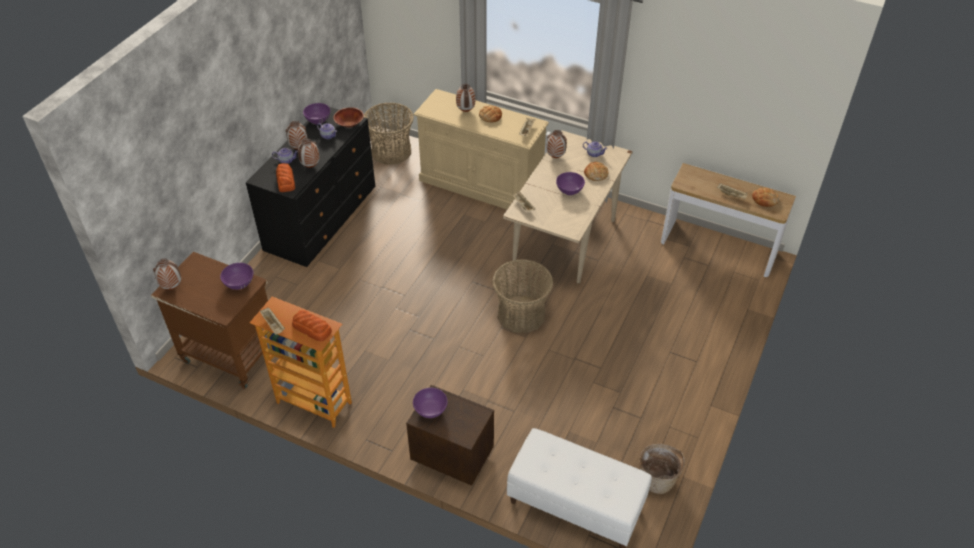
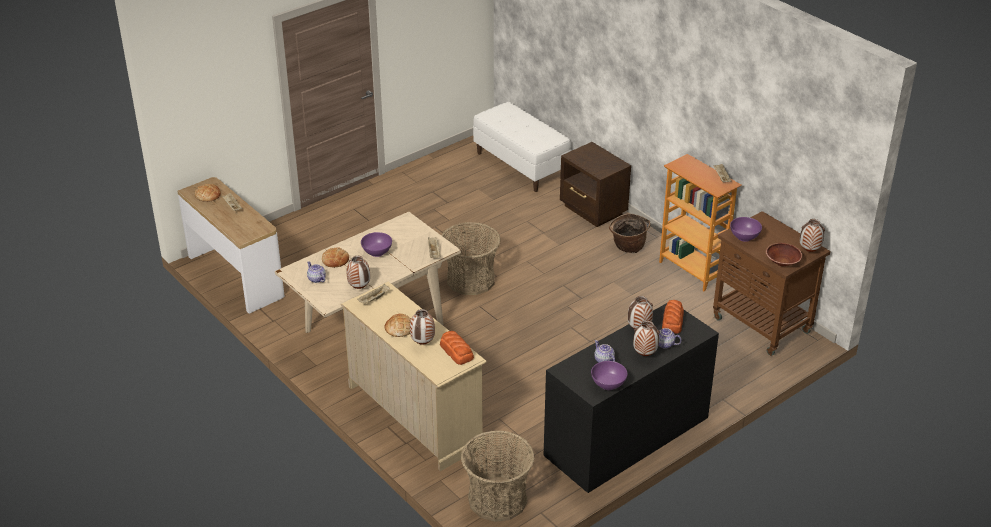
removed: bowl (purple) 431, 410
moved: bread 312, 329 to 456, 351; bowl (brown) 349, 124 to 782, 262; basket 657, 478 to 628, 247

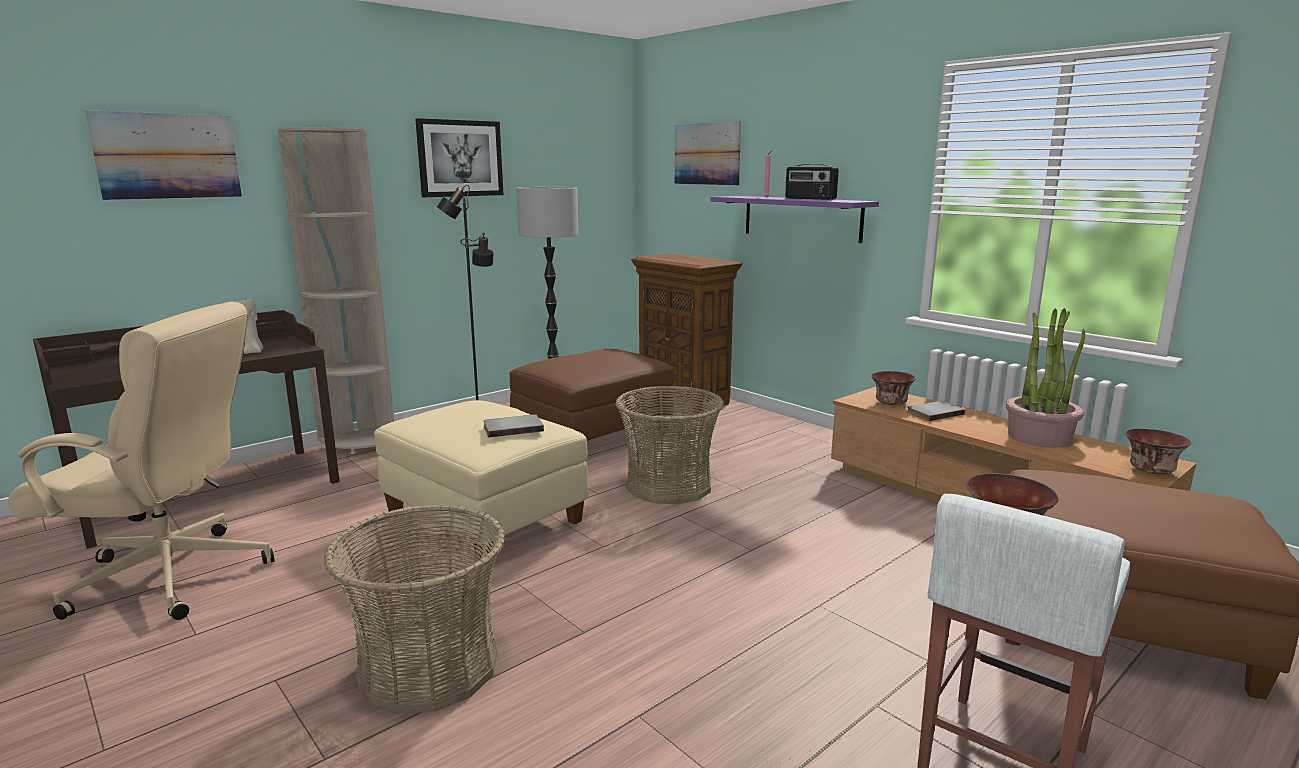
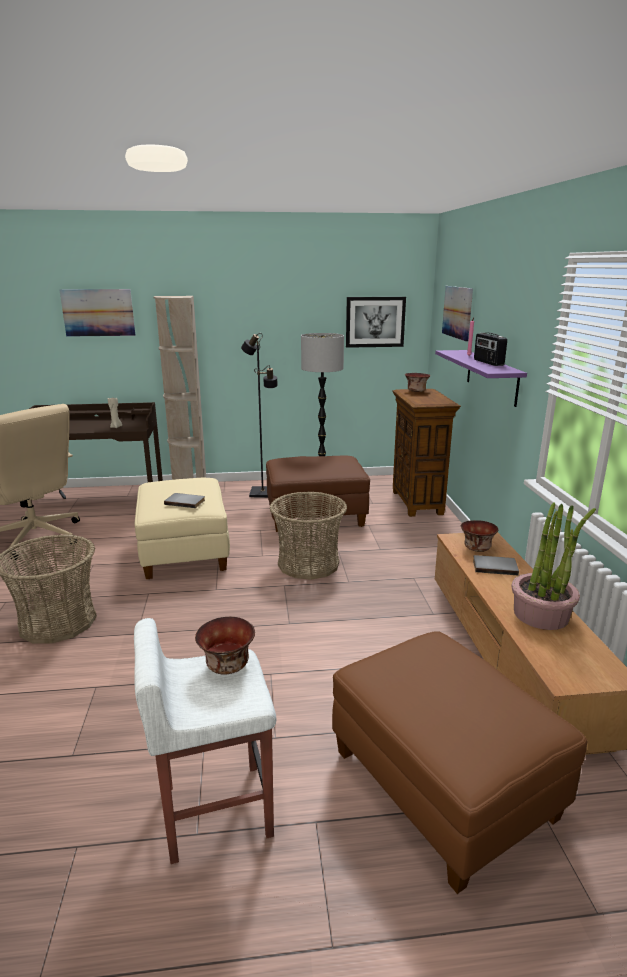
moved: picture 460, 158 to 375, 322; bowl 1151, 471 to 416, 391

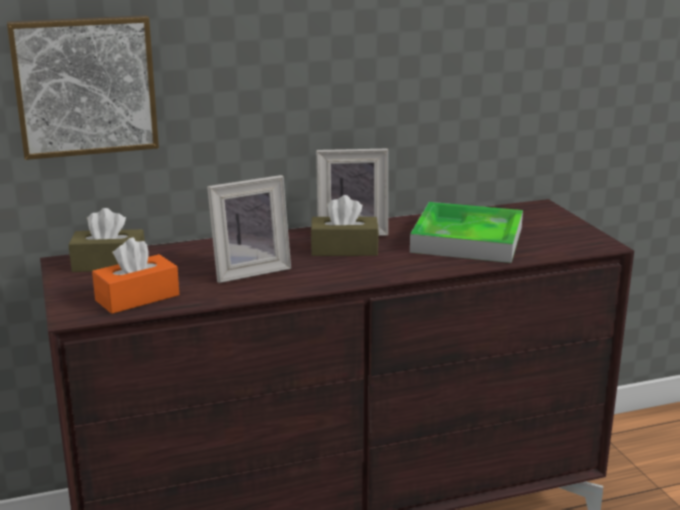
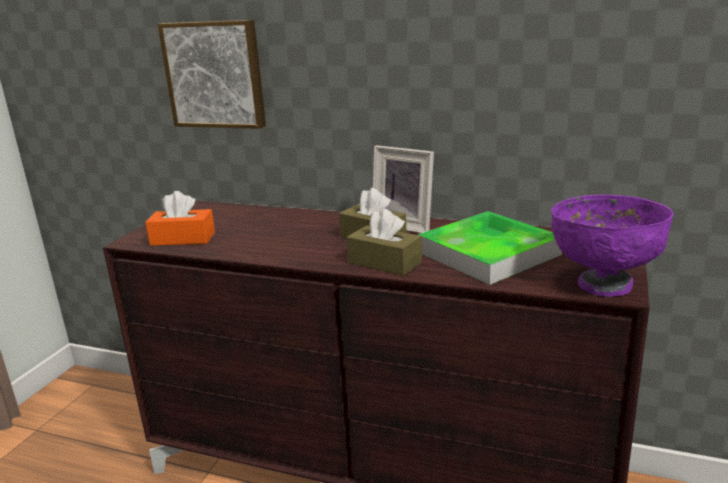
removed: picture frame 249, 270
added: bowl (purple) 604, 284
moved: tissue box (brown) 109, 264 to 385, 263

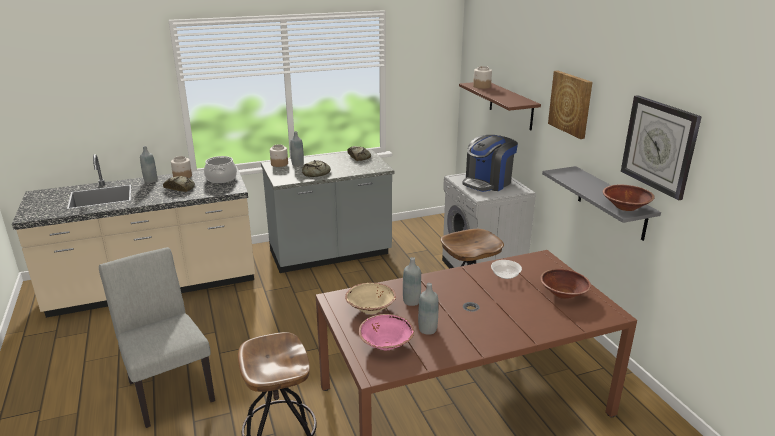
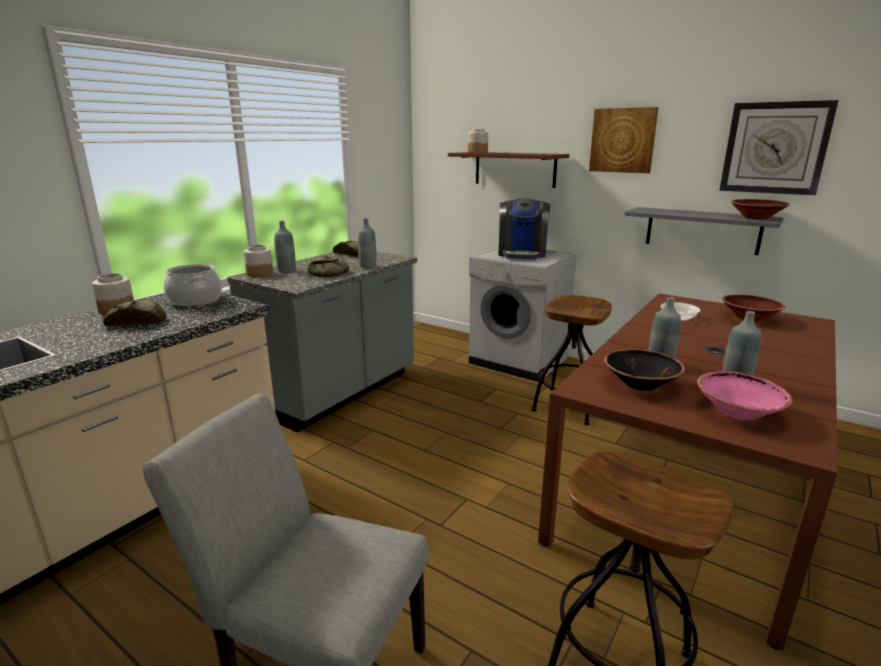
moved: bottle (grey) 150, 180 to 368, 266
recoloured: bowl (beige) 370, 308 to bowl (black) 640, 384

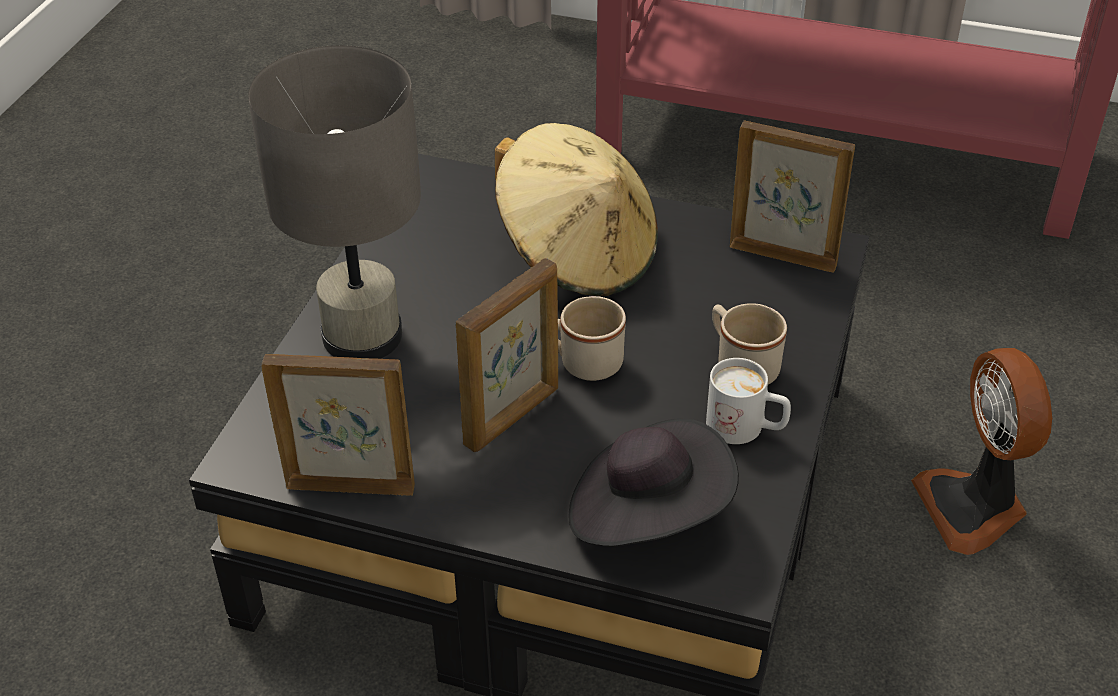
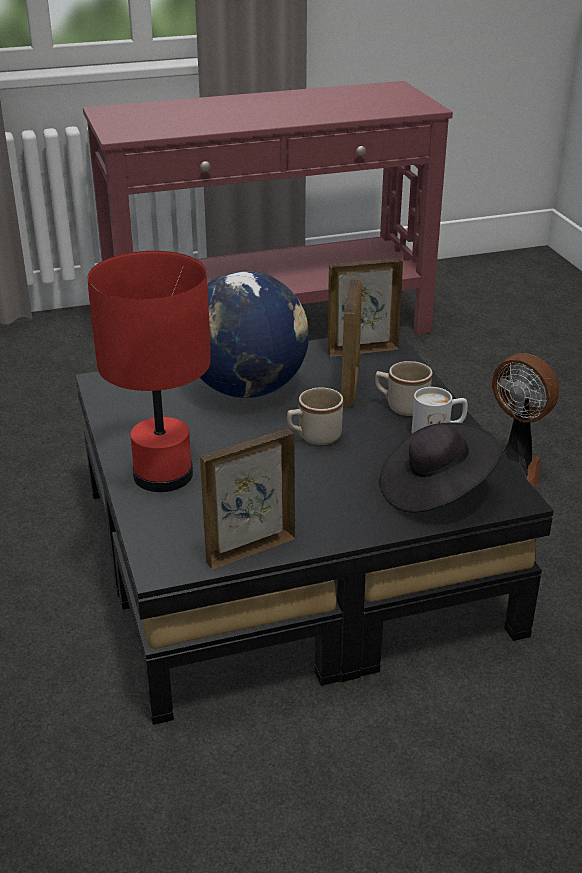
moved: picture frame 513, 417 to 350, 388
replaced: hat (beige) 577, 254 to globe 247, 389
recoloured: table lamp (grey) 364, 335 to table lamp (red) 163, 474

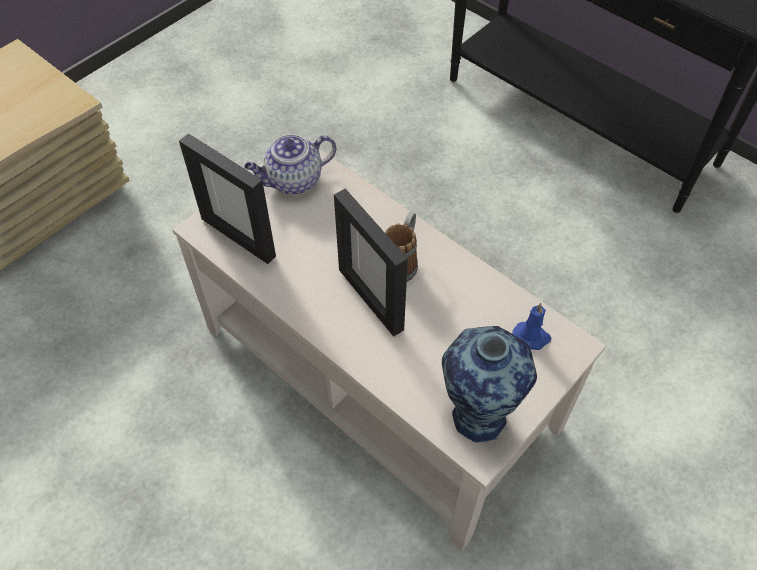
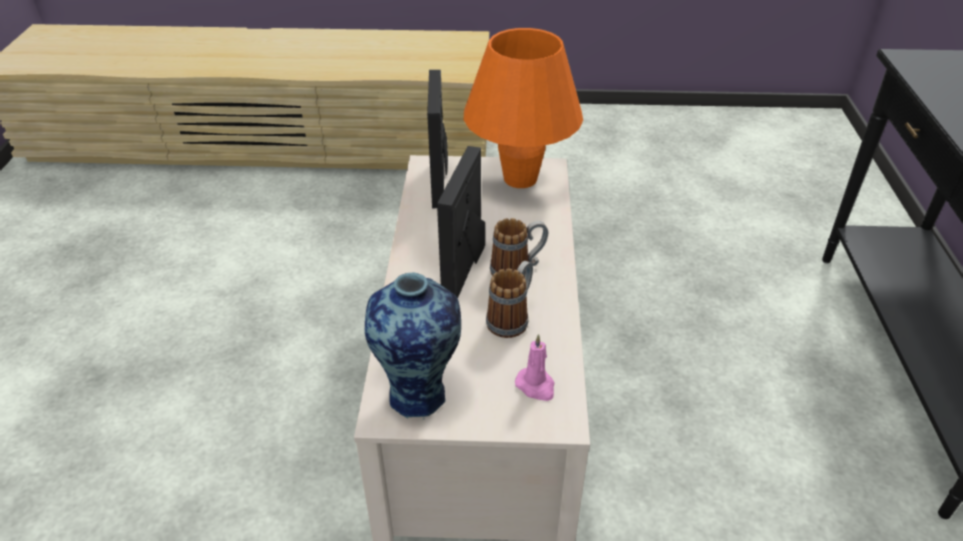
added: mug 512, 318
replaced: teapot 293, 181 to table lamp (orange) 520, 178
recoloured: candle (blue) 531, 337 to candle (pink) 536, 386

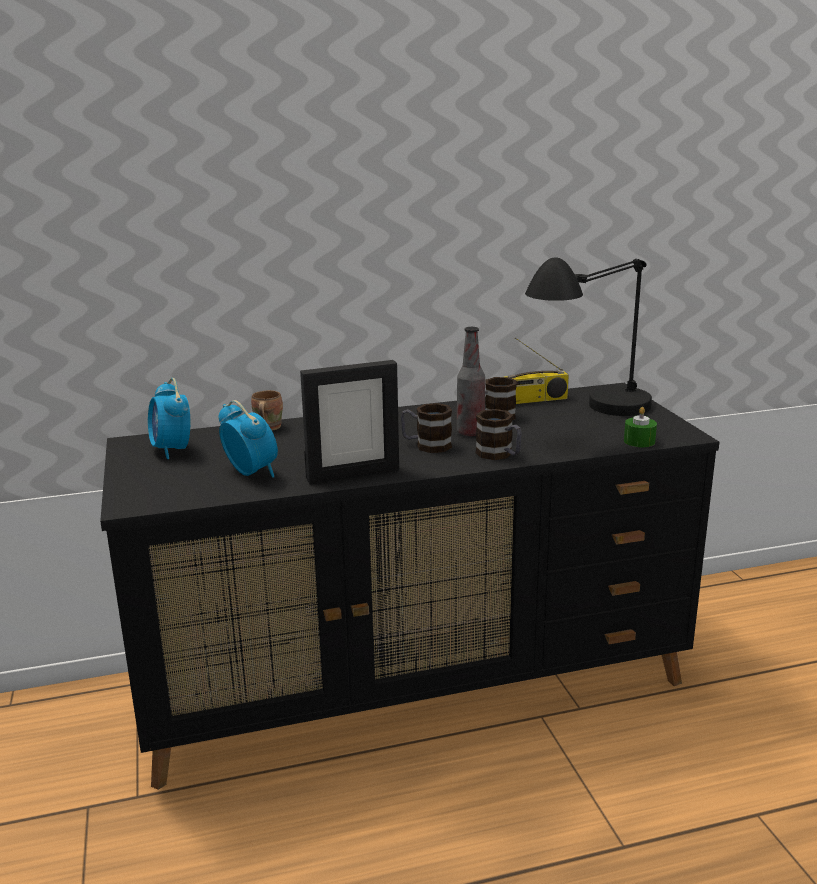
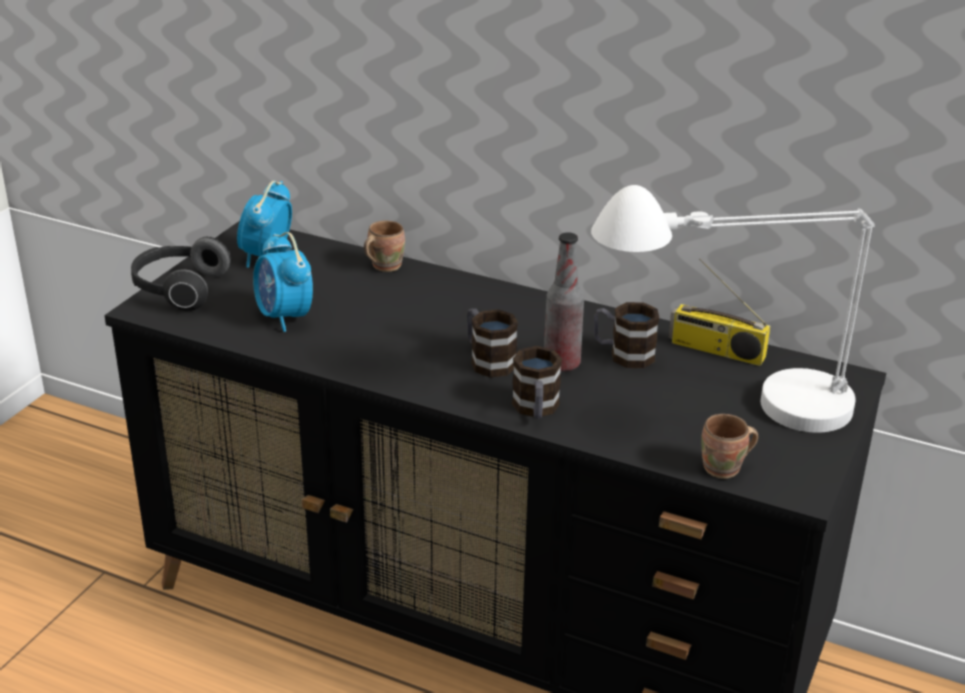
removed: picture frame 353, 474
added: headphones 179, 290
replaced: candle (green) 639, 441 to mug (brown) 724, 469
recoloured: table lamp (black) 591, 420 to table lamp (white) 727, 411
turned: alarm clock 251, 472 = 284, 317 150 degrees clockwise

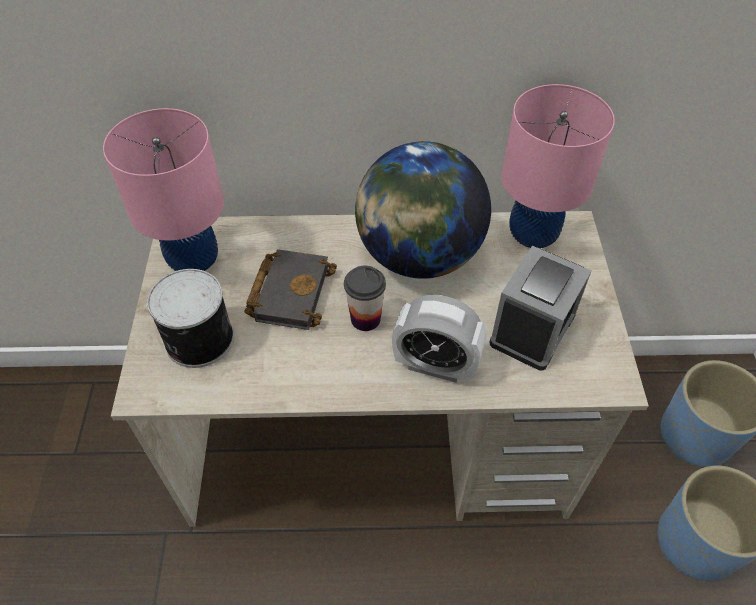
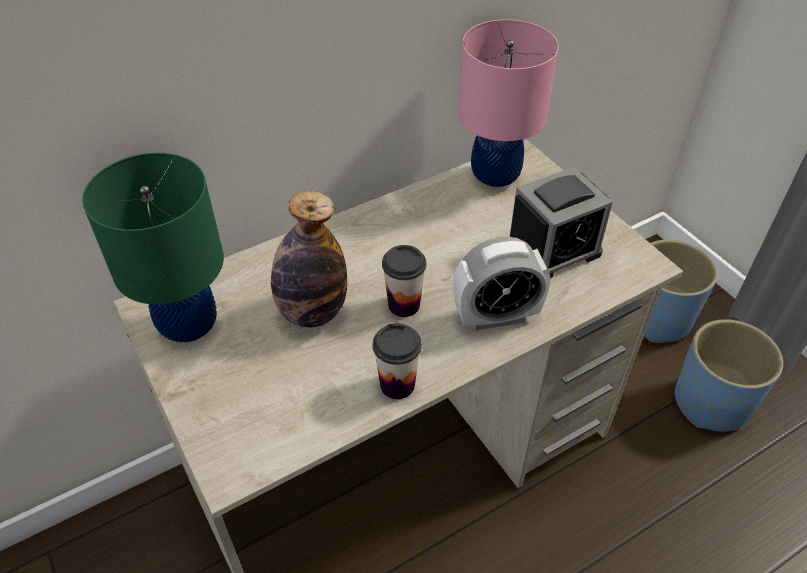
removed: can 197, 339; globe 418, 256
added: cup 397, 385
replaced: book (black) 289, 291 to bottle 312, 312
recoloured: table lamp (pink) 193, 259 to table lamp (green) 186, 325
turned: alarm clock 532, 329 = 552, 251 60 degrees clockwise

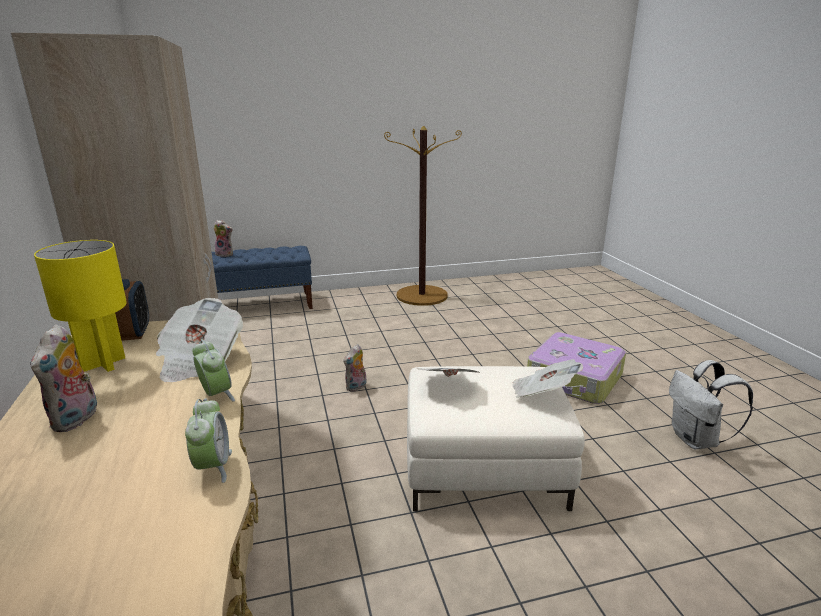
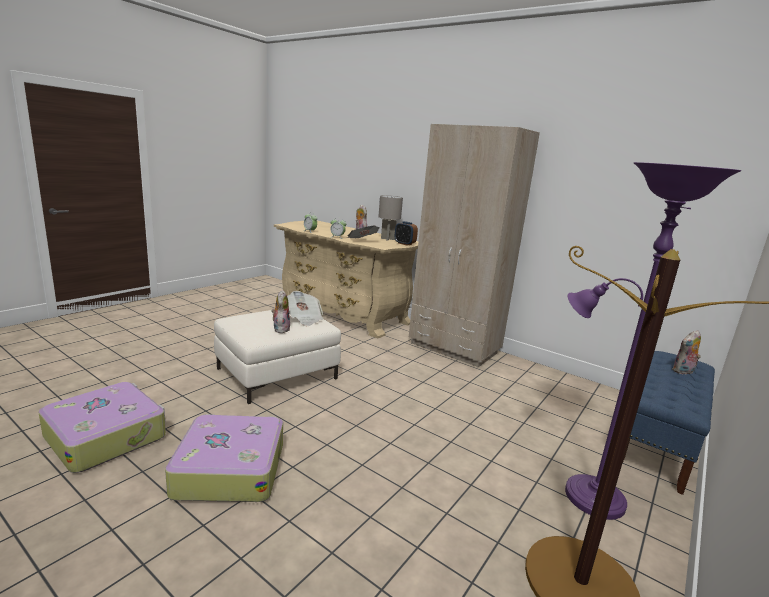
removed: newspaper 542, 393
added: floor lamp (purple) 586, 494
moved: plush toy 356, 387 to 280, 329
replaced: backpack (white) 696, 440 to suitcase 107, 436
recoloured: table lamp (yellow) 103, 364 to table lamp (grey) 387, 239

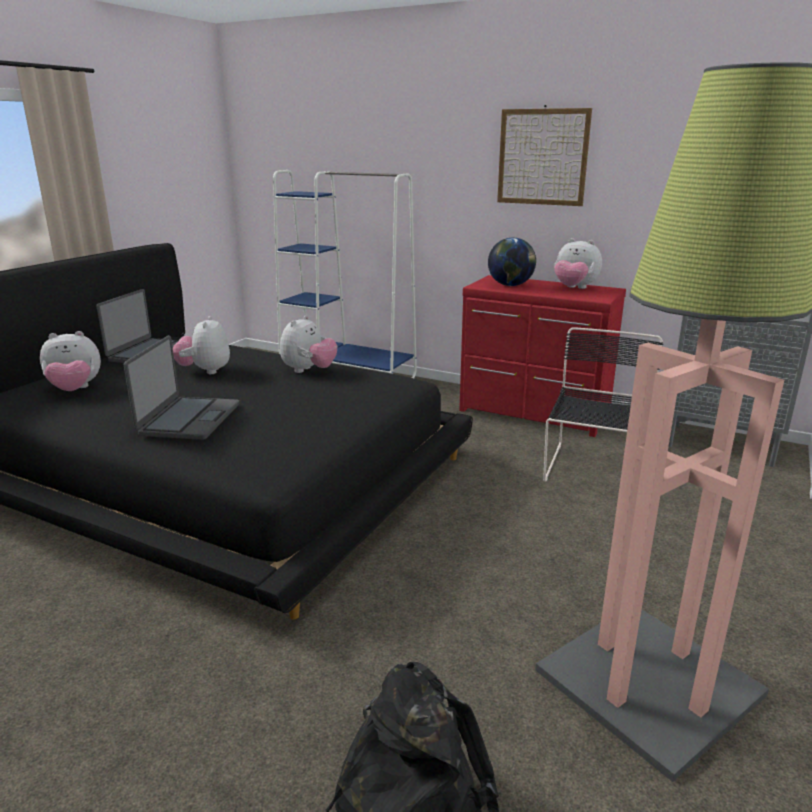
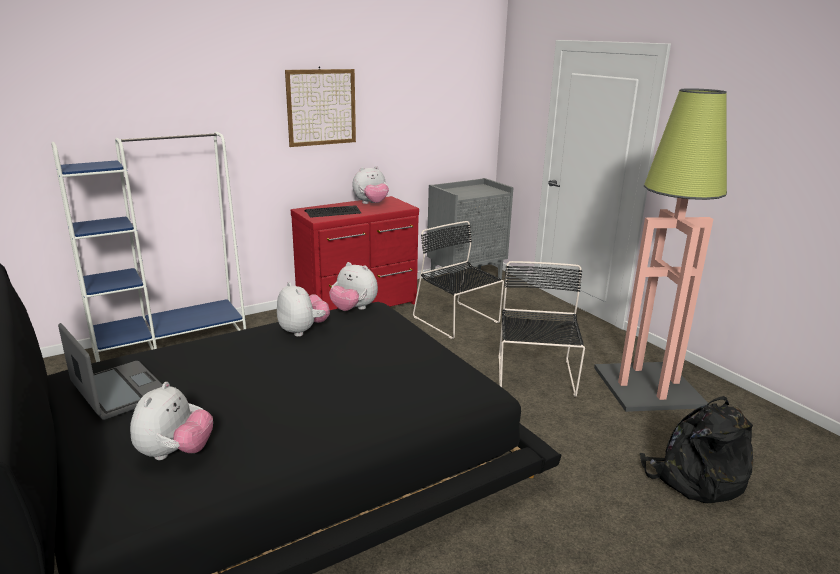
removed: laptop 189, 419
added: chair (black) 535, 377
moved: plush toy 205, 371 to 353, 309
replaced: globe 510, 285 to keyboard 333, 212

